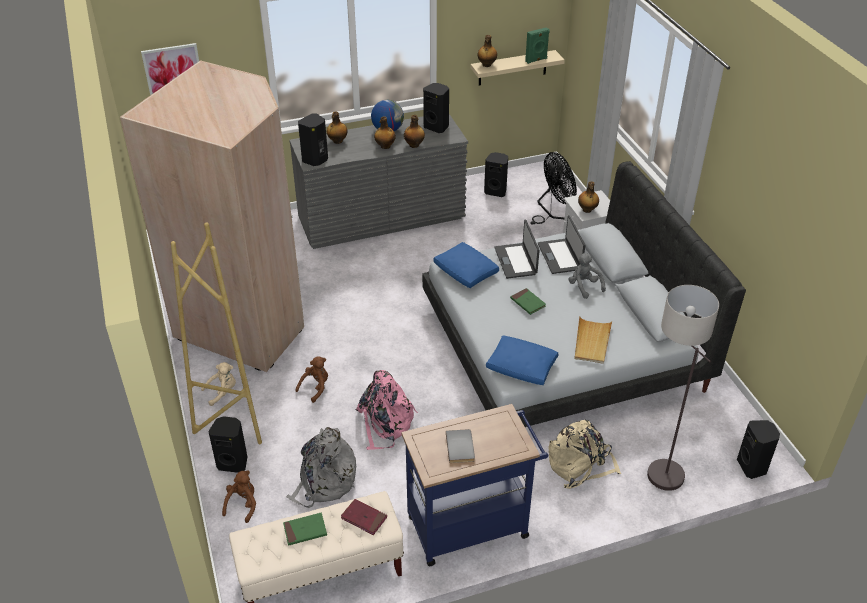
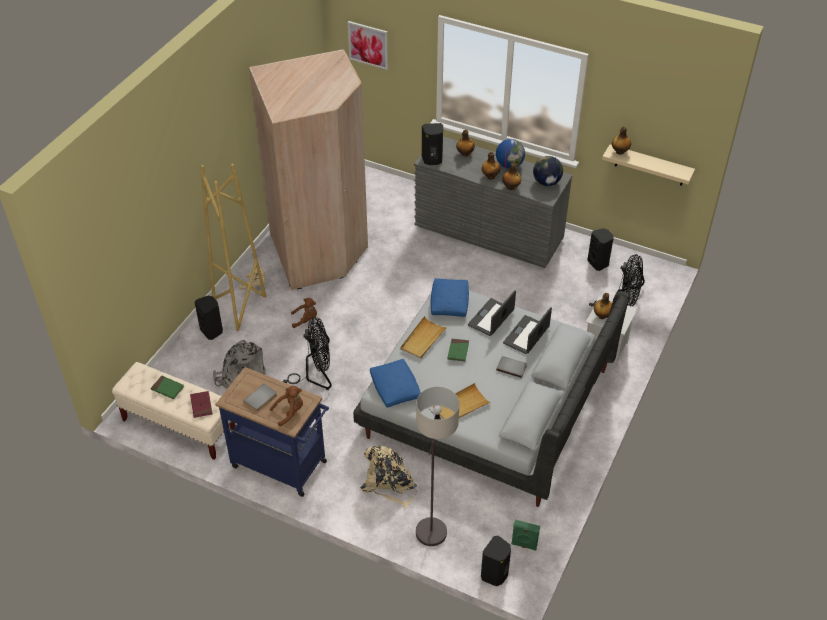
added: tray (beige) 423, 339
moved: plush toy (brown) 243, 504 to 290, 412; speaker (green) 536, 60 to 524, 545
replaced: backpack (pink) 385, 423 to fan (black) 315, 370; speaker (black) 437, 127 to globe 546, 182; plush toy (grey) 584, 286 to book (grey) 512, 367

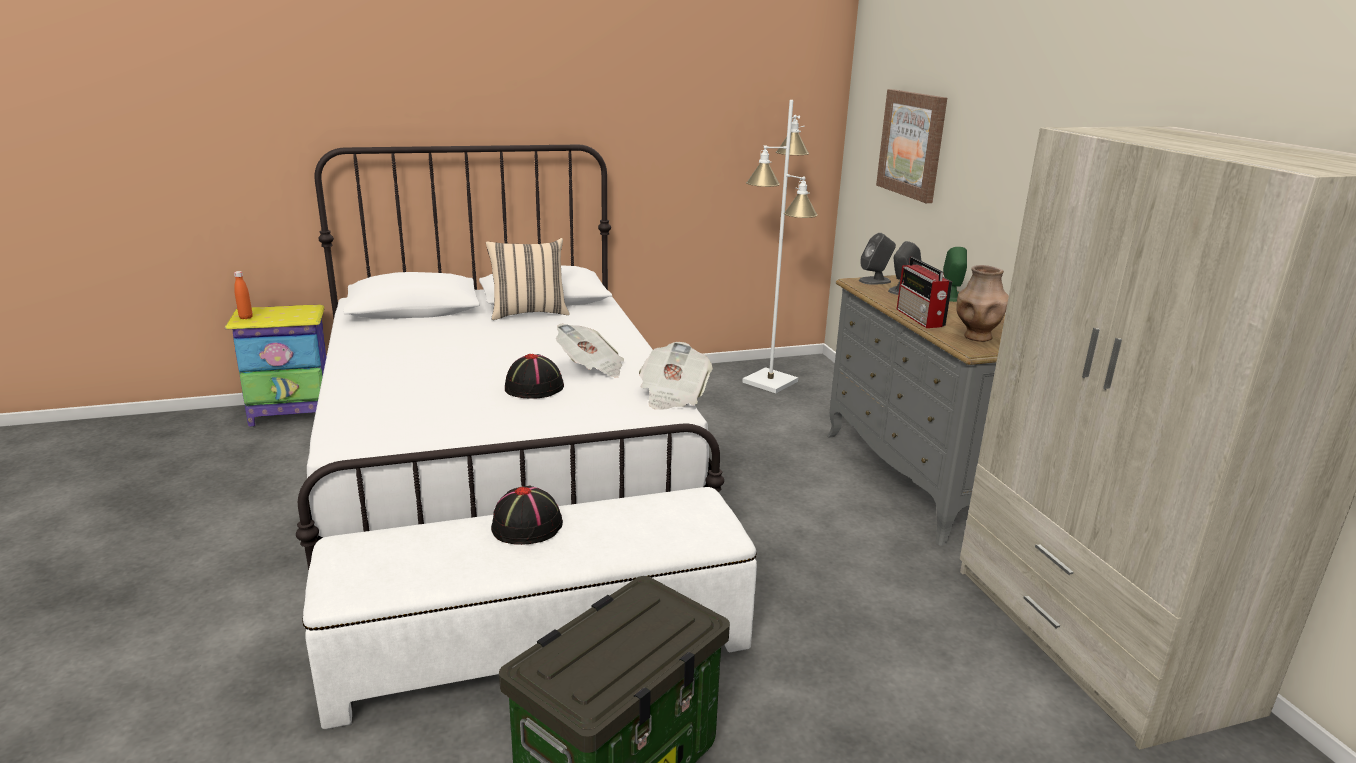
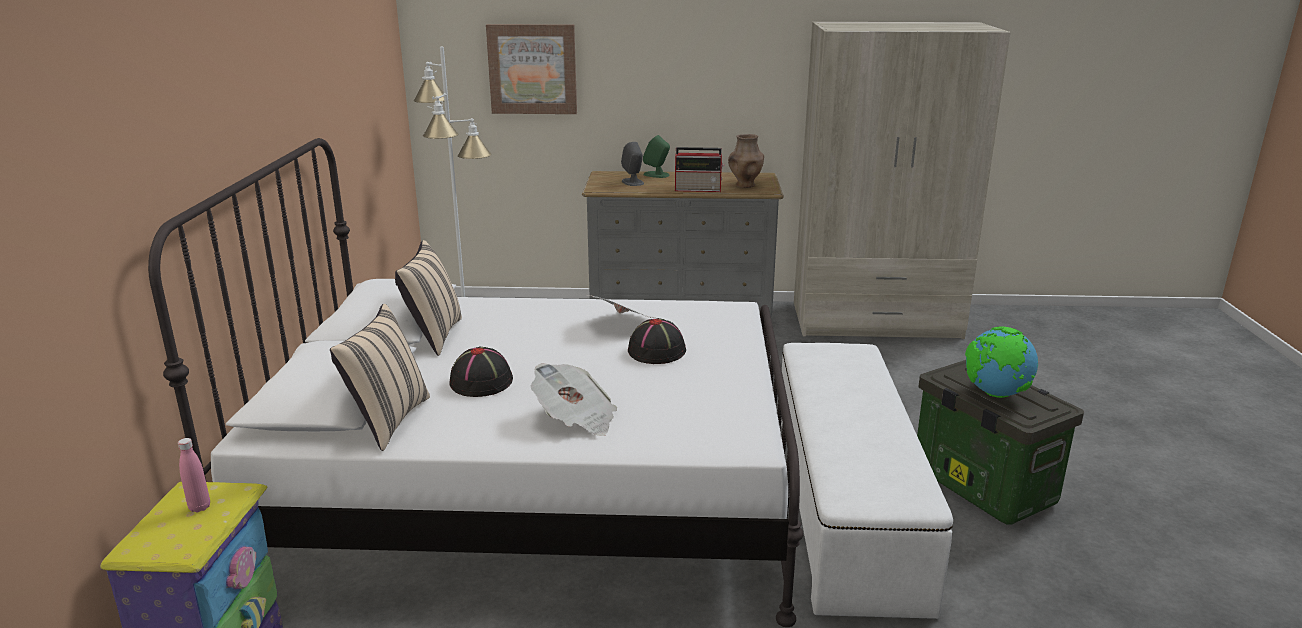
removed: bottle (orange) 246, 317; speaker (grey) 875, 281
added: bottle (pink) 199, 507; pillow (beige) 387, 421; globe 995, 394
moved: hat (black) 527, 526 to 481, 382; newspaper 673, 395 to 576, 419

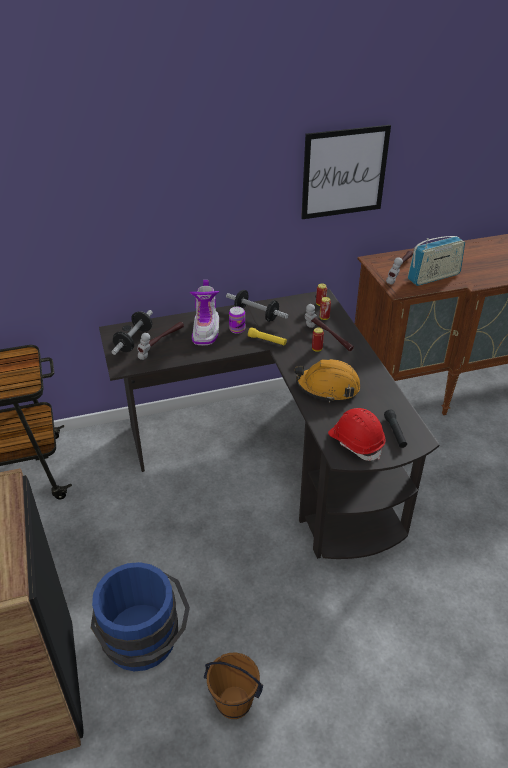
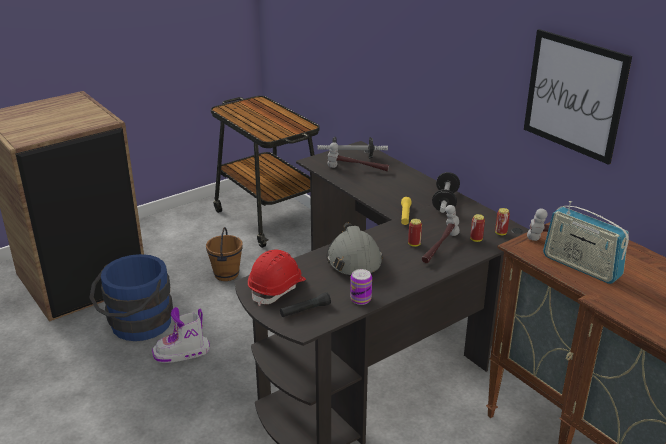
moved: boot 206, 330 to 182, 353; bucket (brown) 234, 701 to 227, 274; can 237, 329 to 360, 299
recoloured: hard hat (orange) 328, 387 to hard hat (grey) 353, 260

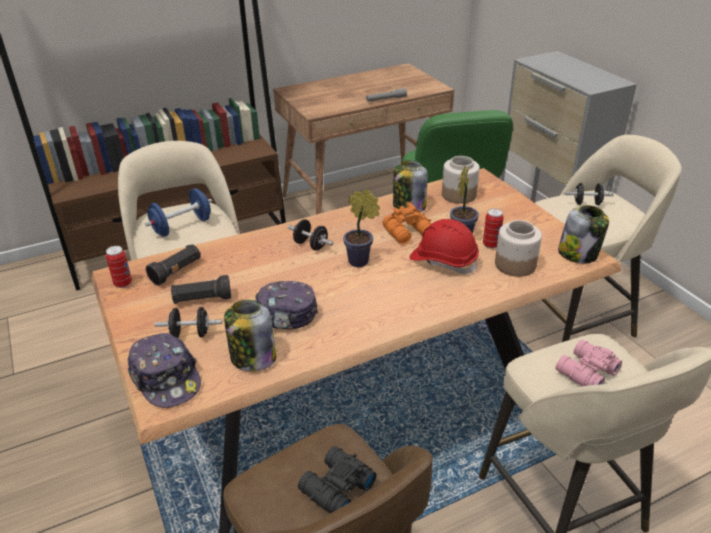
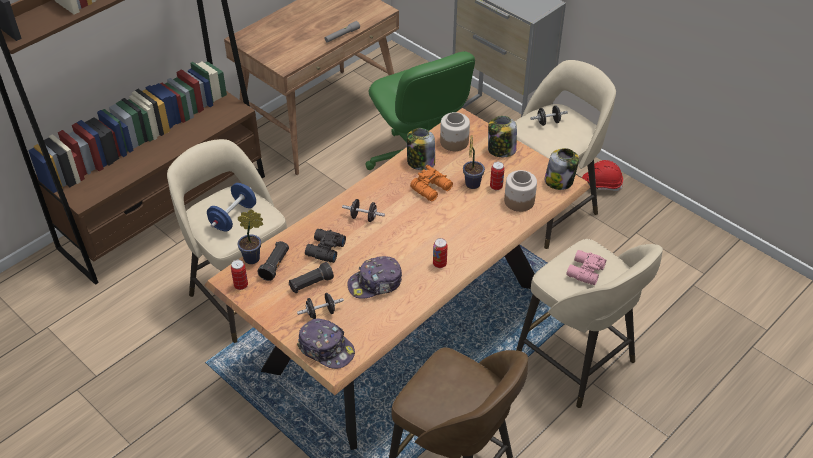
added: can 439, 264
moved: jar 252, 358 to 501, 150; binoculars (black) 335, 487 to 324, 250; potted plant 361, 262 to 254, 258; hard hat (red) 443, 261 to 601, 184

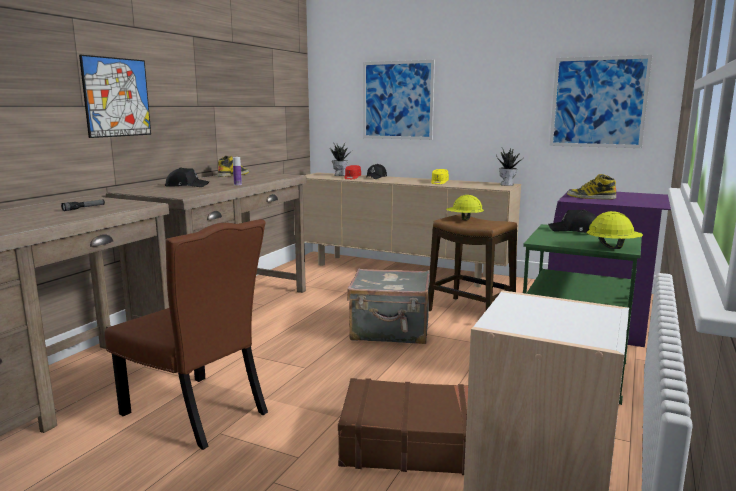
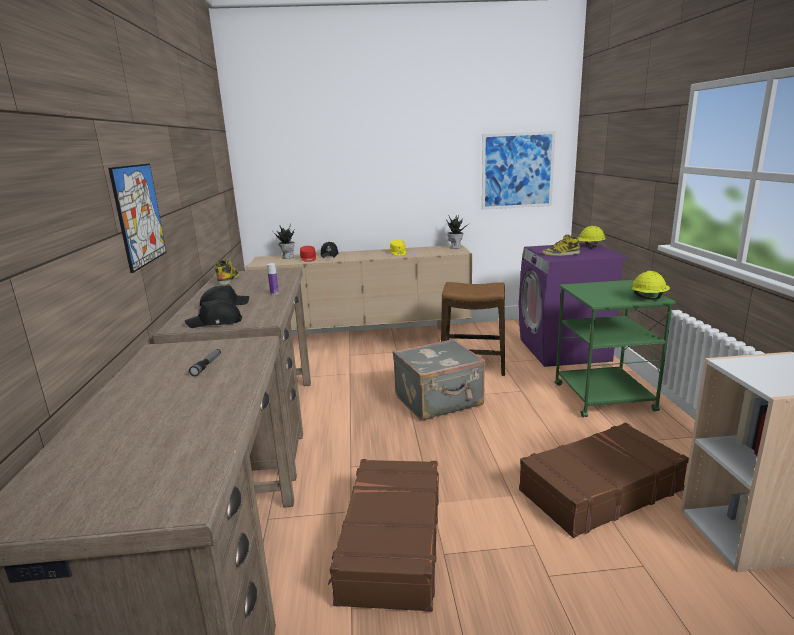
removed: picture 397, 100
moved: hard hat (yellow) 464, 219 to 588, 247; cap (black) 576, 231 to 215, 323
replaced: chair (brown) 195, 411 to suitcase (brown) 391, 542

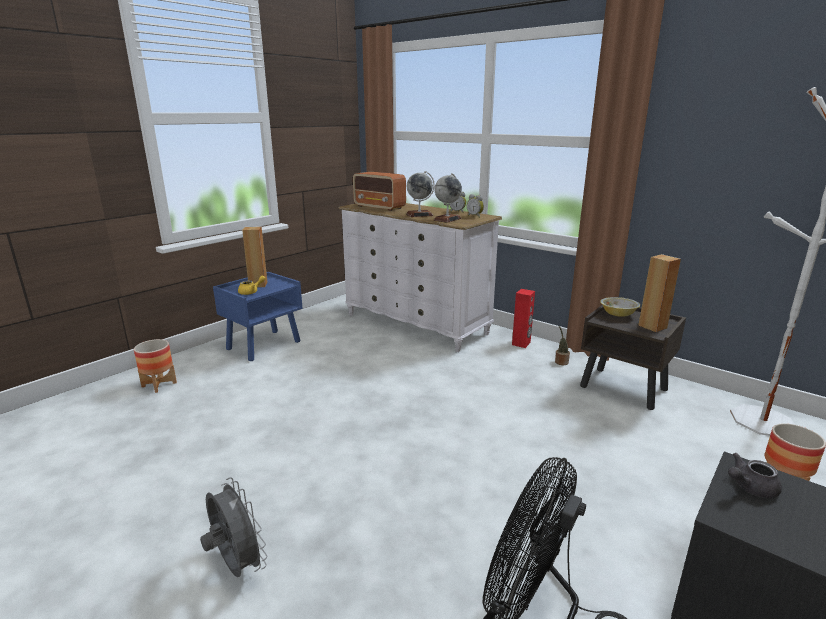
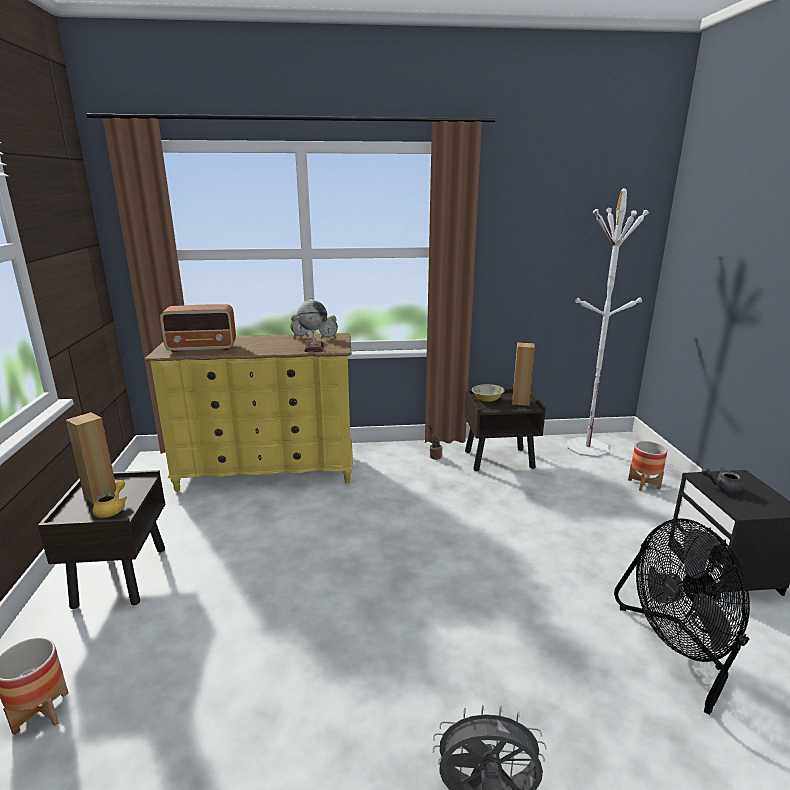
removed: globe 419, 215; speaker (red) 521, 343
recoloured: nightstand (blue) 264, 345 to nightstand (brown) 121, 576; dresser (white) 416, 324 to dresser (yellow) 267, 472
turned: teapot (grey) 749, 487 = 722, 488 75 degrees clockwise

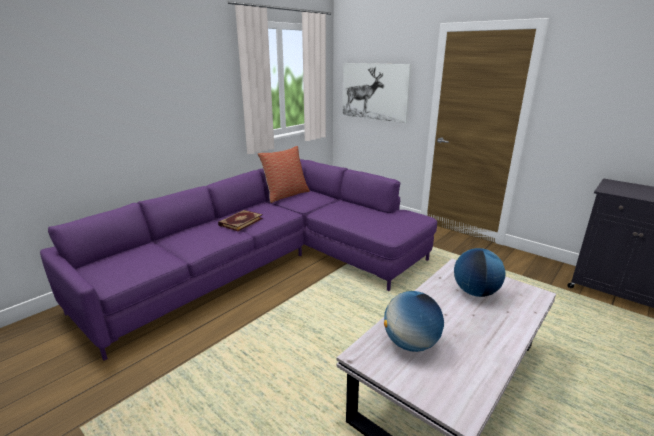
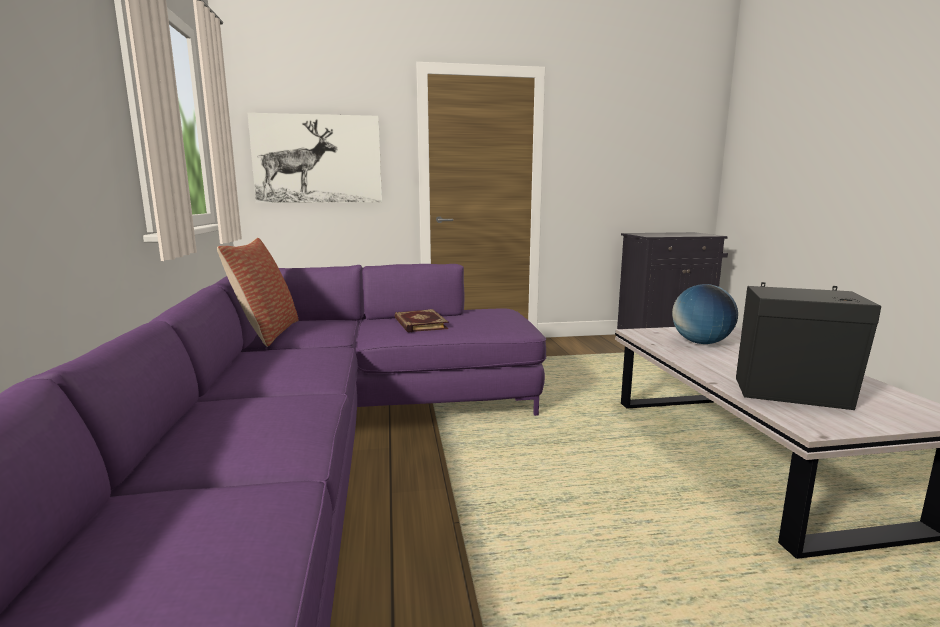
moved: book 240, 222 to 419, 323
replaced: globe 410, 344 to speaker (black) 794, 395

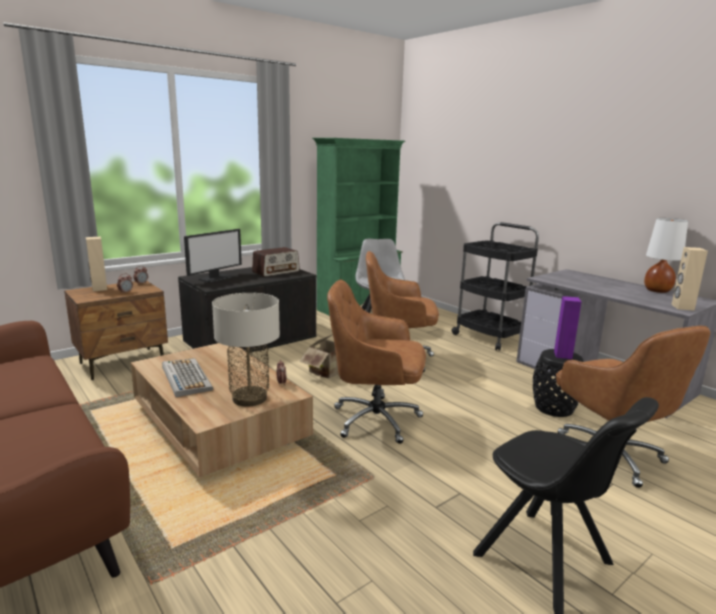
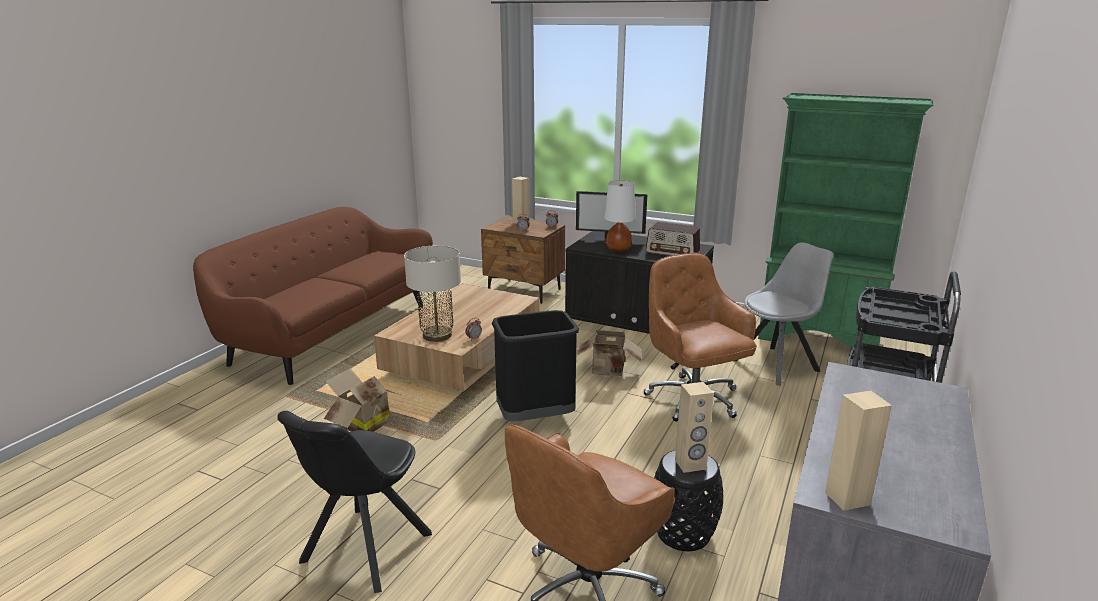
removed: keyboard 185, 377
added: cardboard box 362, 425
moved: table lamp (white) 657, 291 to 618, 250
replaced: office chair (brown) 375, 419 to trash can (black) 536, 418
recoloured: speaker (purple) 563, 355 to speaker (beige) 690, 464

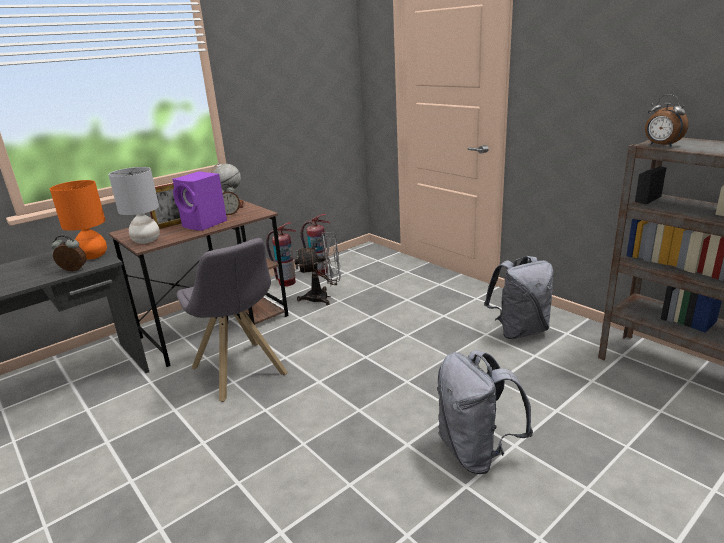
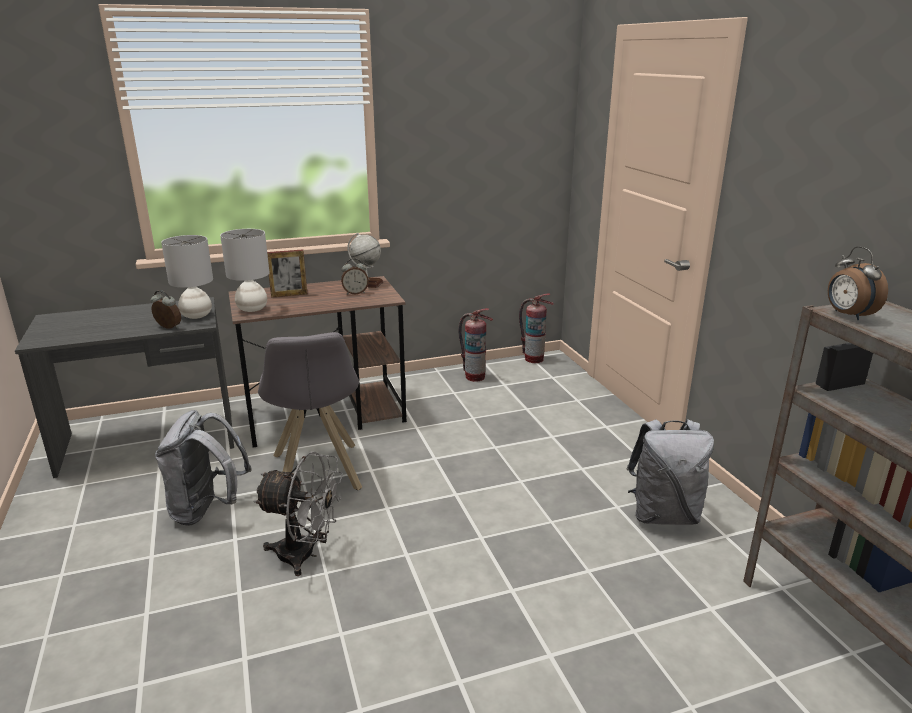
removed: speaker (purple) 205, 224
moved: fire extinguisher 287, 282 to 533, 359; fan (grey) 323, 297 to 305, 555; backpack (grey) 476, 452 to 207, 510
recoloured: table lamp (orange) 93, 256 to table lamp (grey) 196, 315

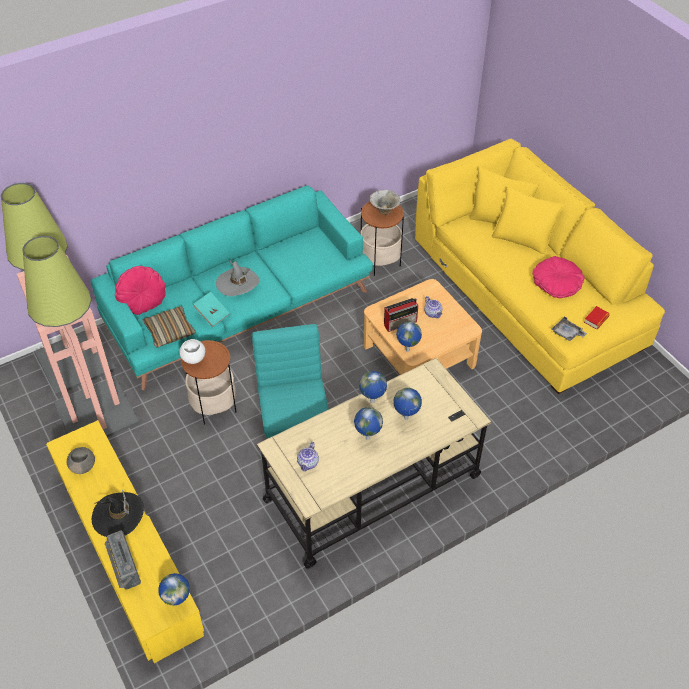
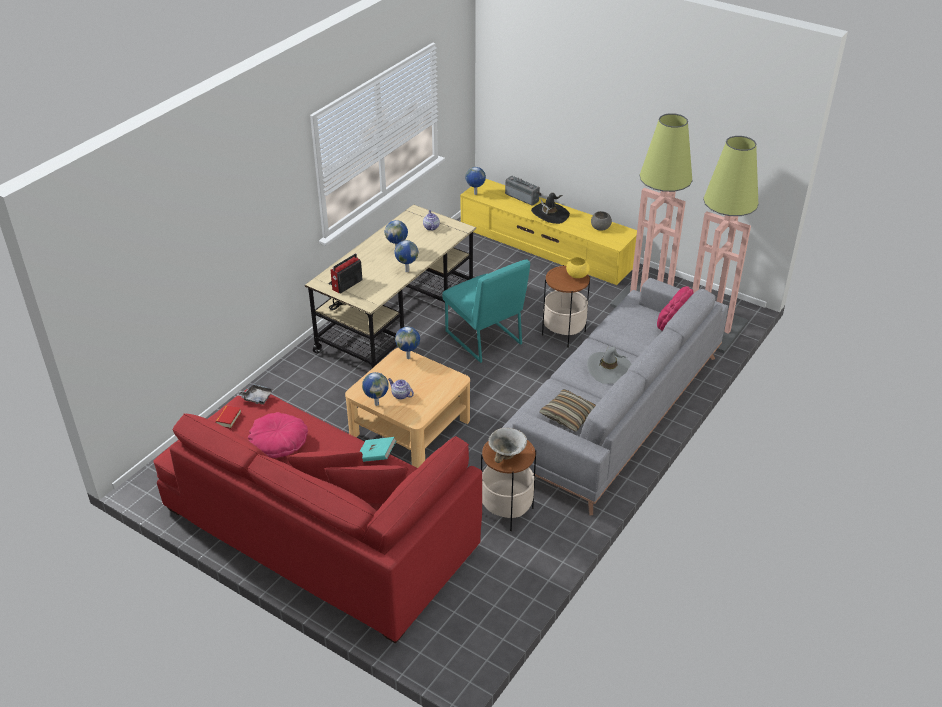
moved: pillow 170, 331 to 569, 416; book (turquoise) 212, 314 to 376, 456; radio 401, 323 to 346, 285; globe 406, 418 to 376, 404
recoloured: sofa (turquoise) 240, 309 to sofa (grey) 612, 411; bowl (white) 193, 358 to bowl (yellow) 577, 275; sofa (yellow) 527, 294 to sofa (red) 319, 529

